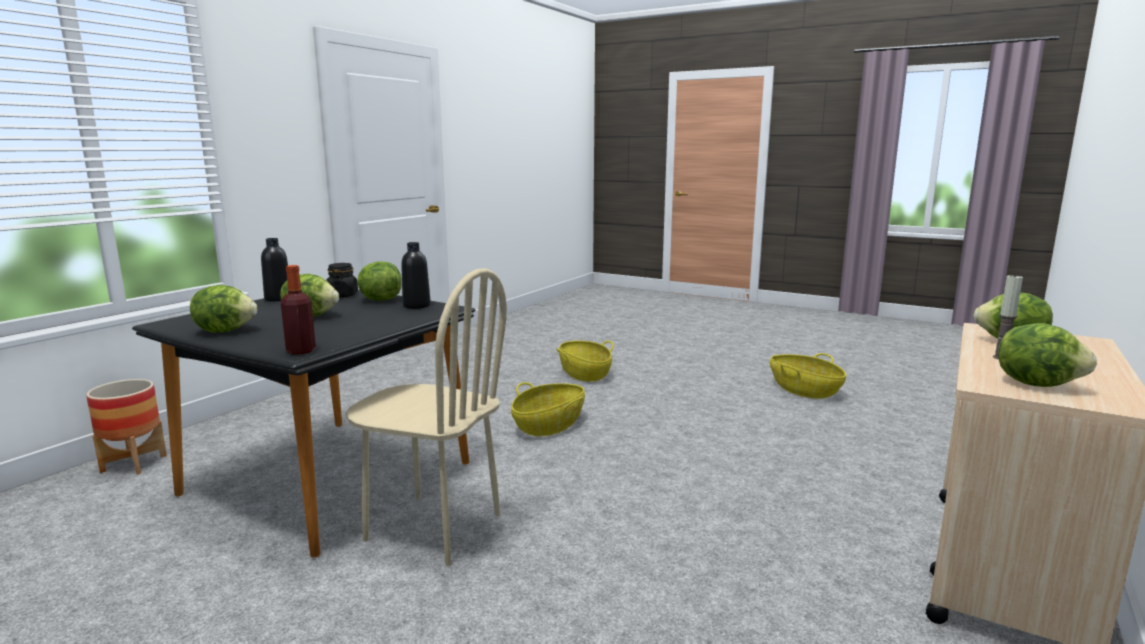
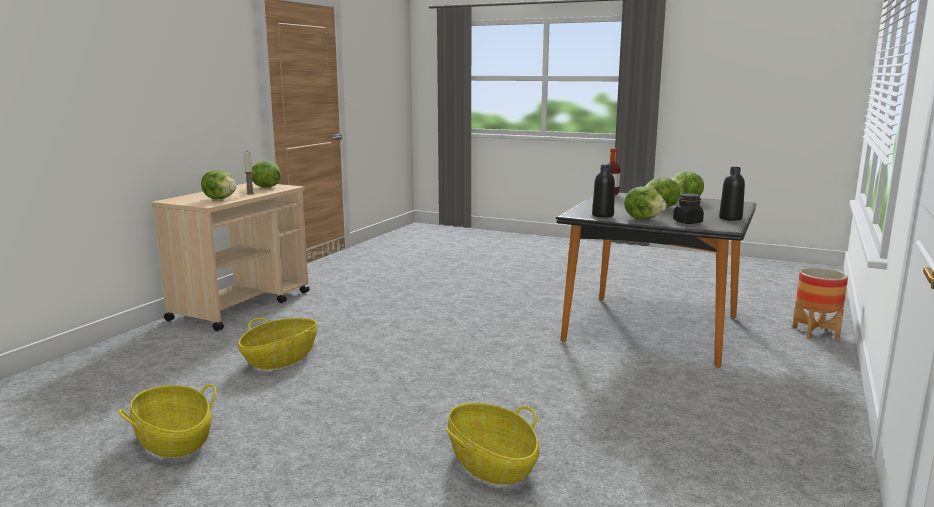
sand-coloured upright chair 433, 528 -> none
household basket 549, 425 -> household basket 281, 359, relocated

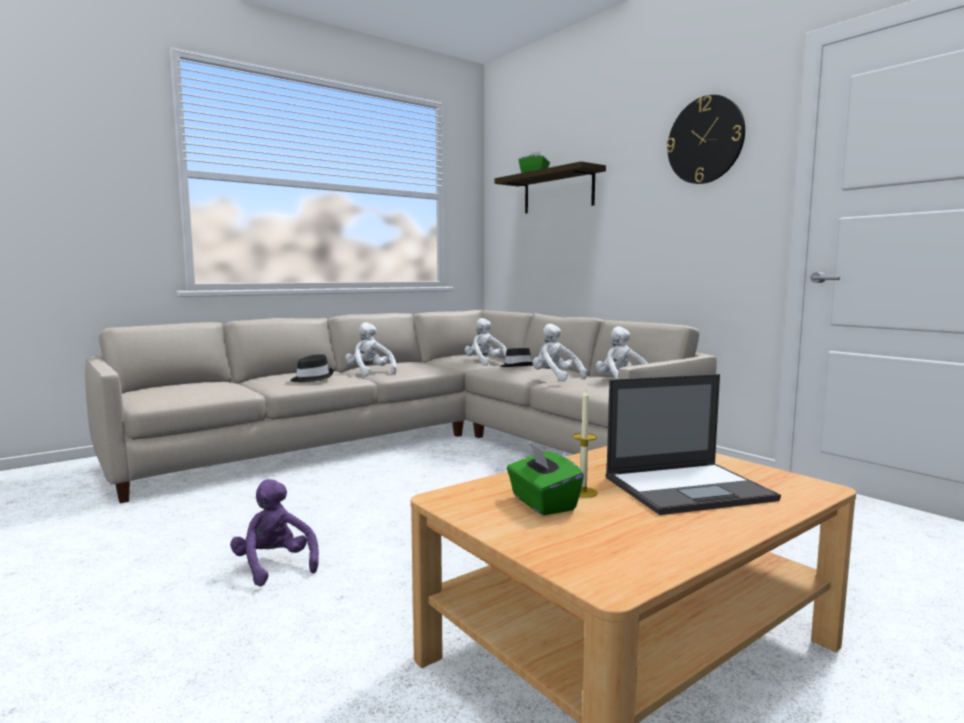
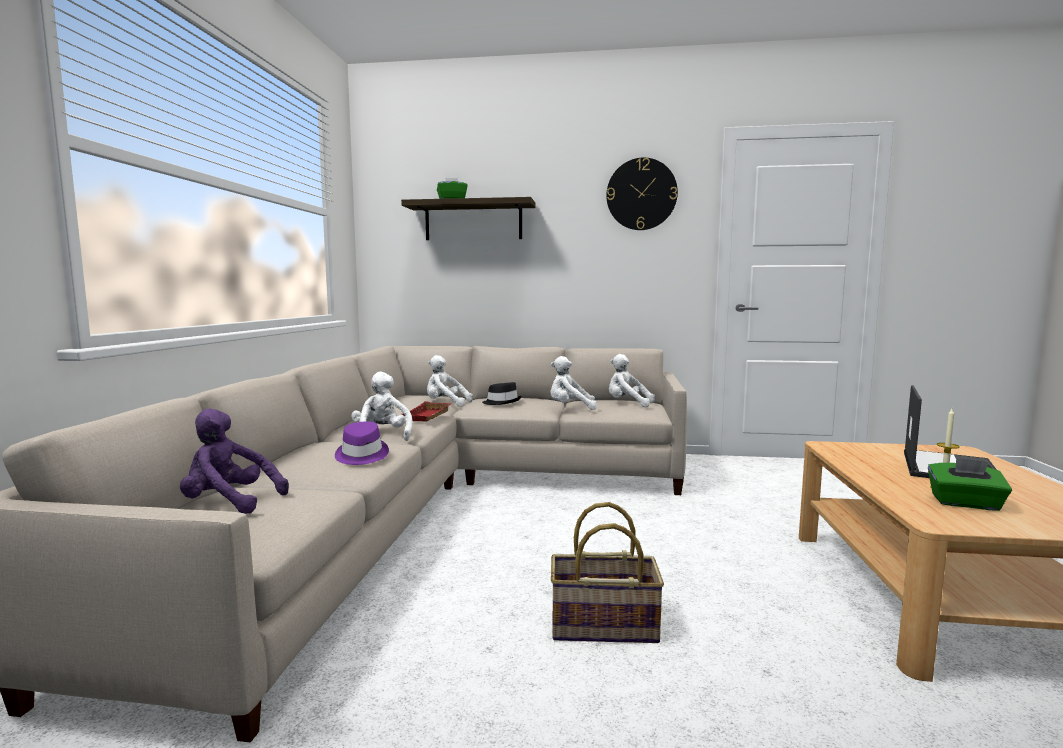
none -> red-coloured serving tray 428, 416
none -> household basket 603, 627
purple soft toy 275, 566 -> purple soft toy 229, 503, relocated
black clothing hat 311, 378 -> purple clothing hat 361, 455
whitish soft toy 370, 373 -> whitish soft toy 382, 436, 60 degrees clockwise

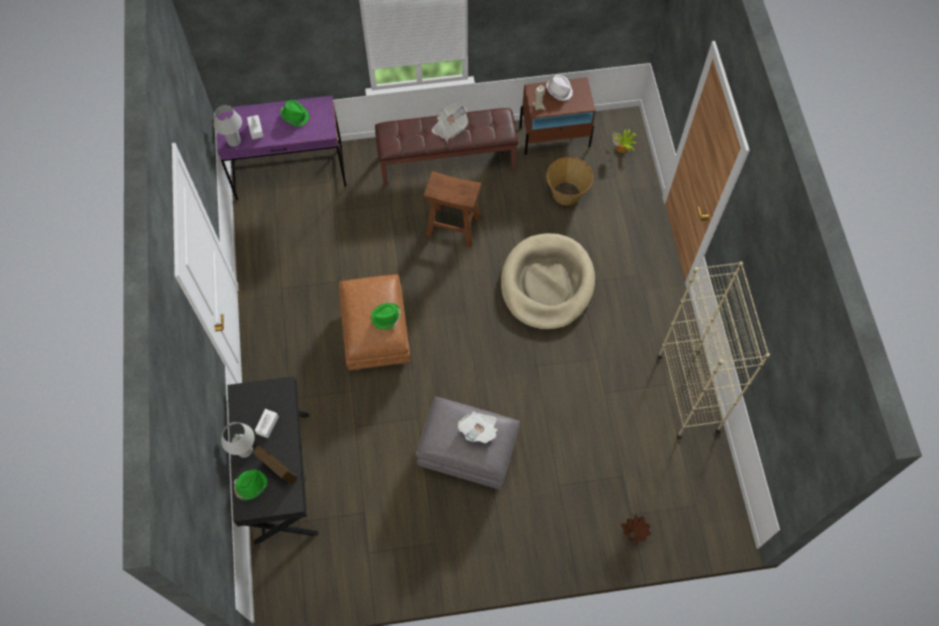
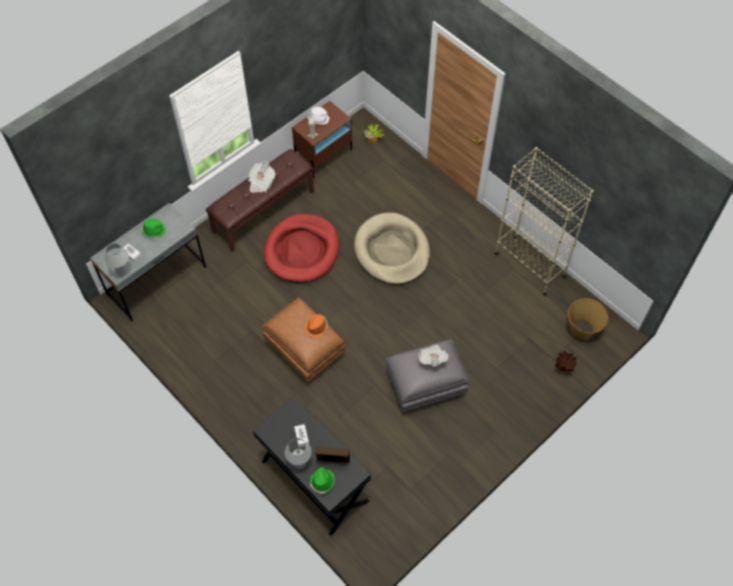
household basket 566, 194 -> household basket 582, 329, relocated
brown-coloured stool 454, 226 -> red-coloured dog cushion 302, 250
purple desk 290, 172 -> greyish desk 157, 281
green clothing hat 386, 317 -> orange clothing hat 316, 327

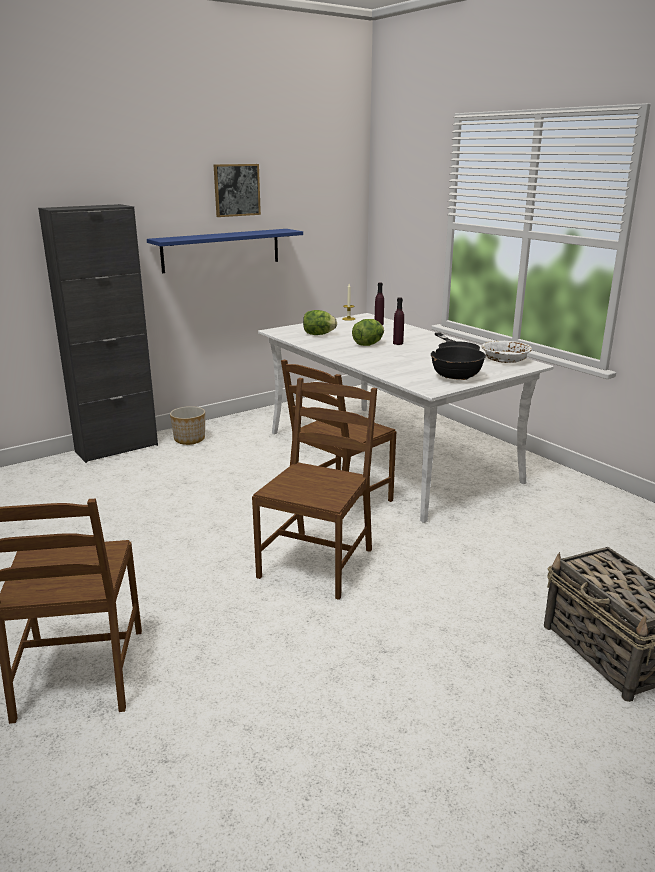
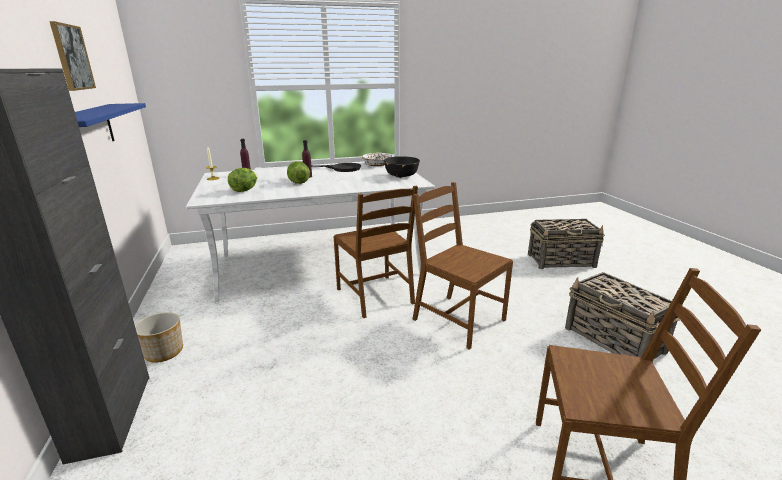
none -> household basket 614, 340

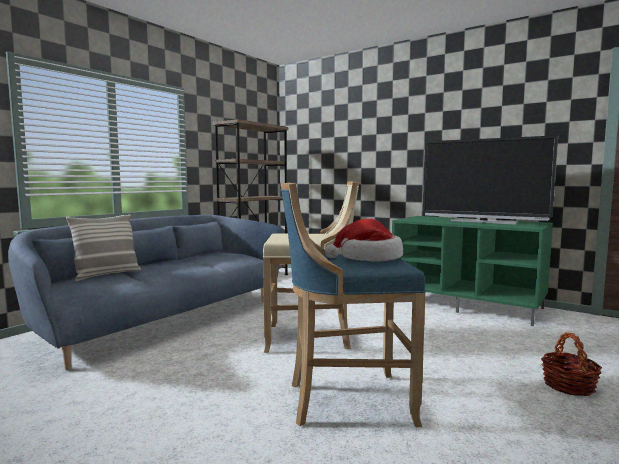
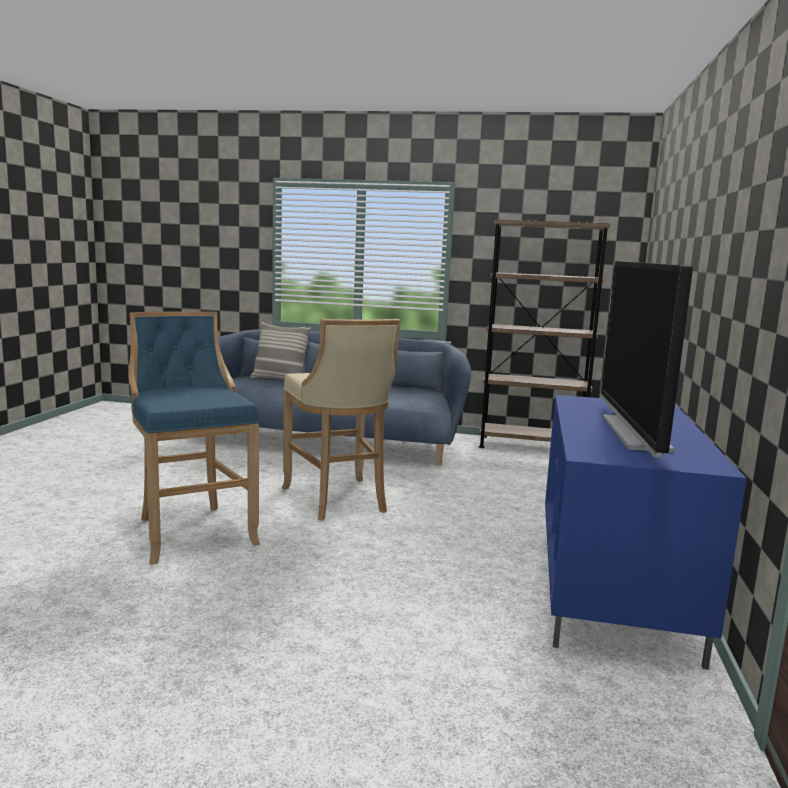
clothing hat 368, 258 -> none
household basket 568, 385 -> none
green tv stand 467, 304 -> blue tv stand 614, 587

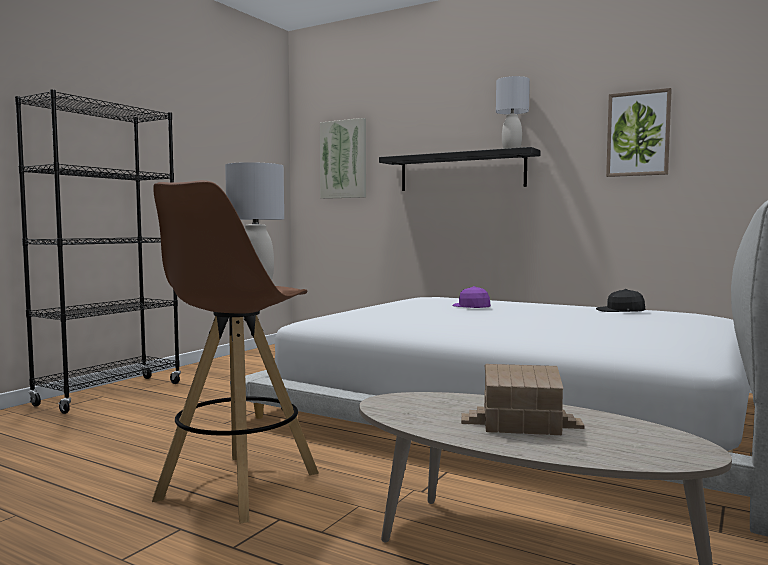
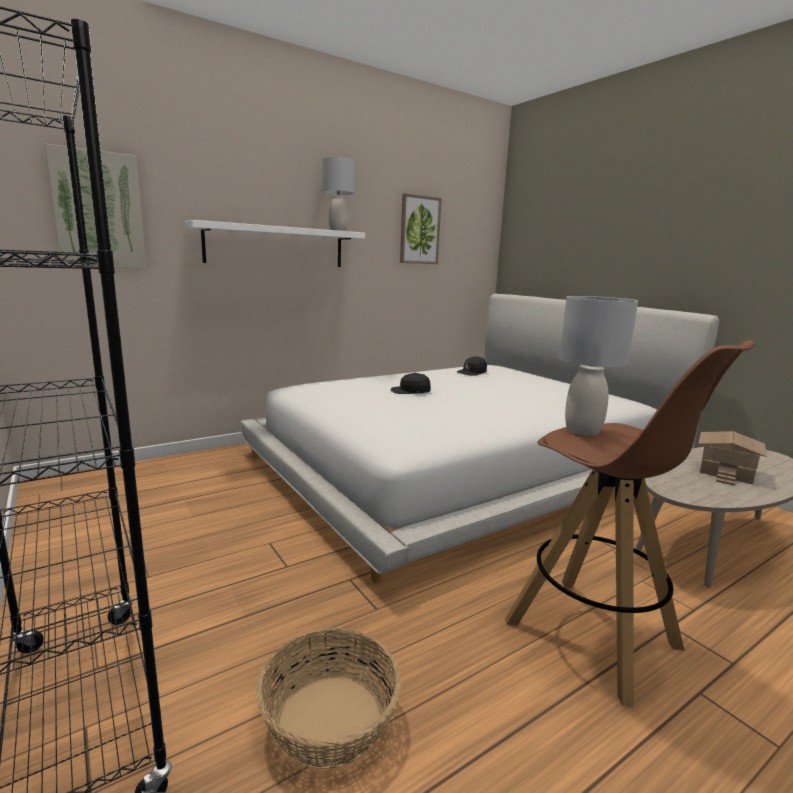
none -> household basket 328, 719
black wall shelf 461, 172 -> whitish wall shelf 276, 246
purple cap 471, 307 -> black cap 410, 391

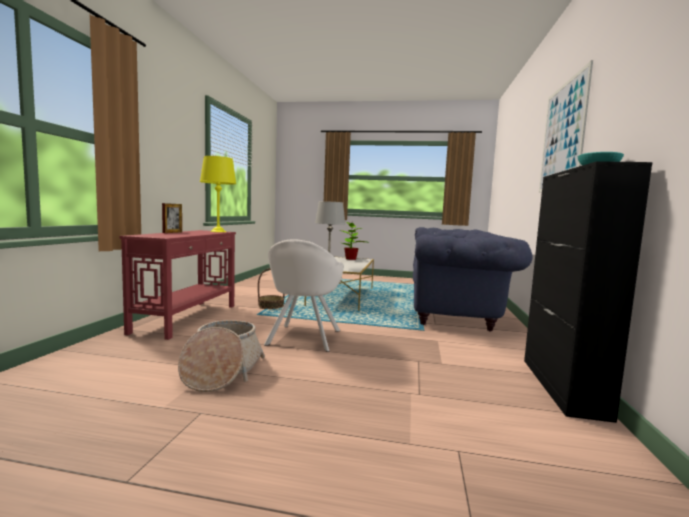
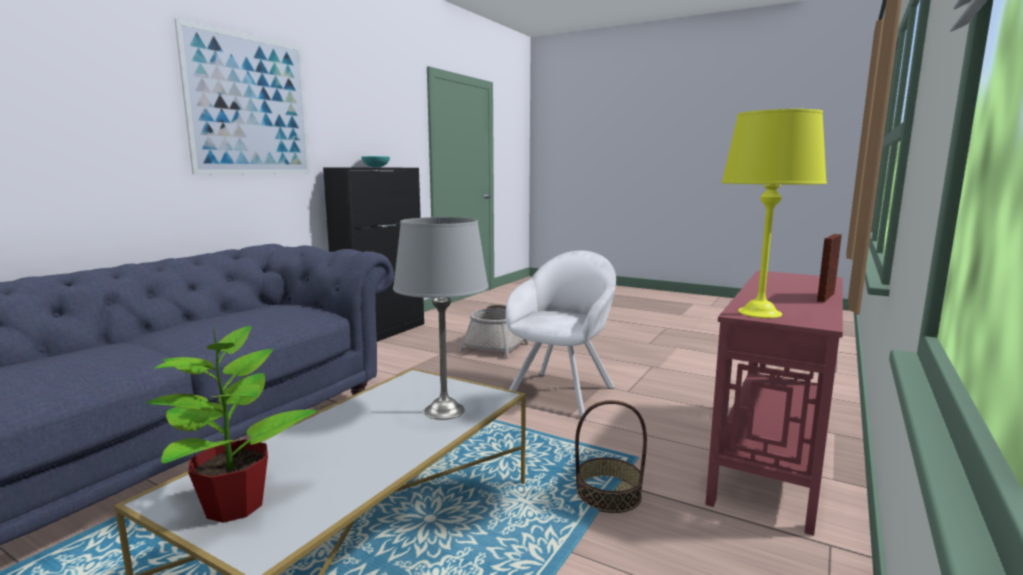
household basket 222, 371 -> household basket 499, 345, relocated

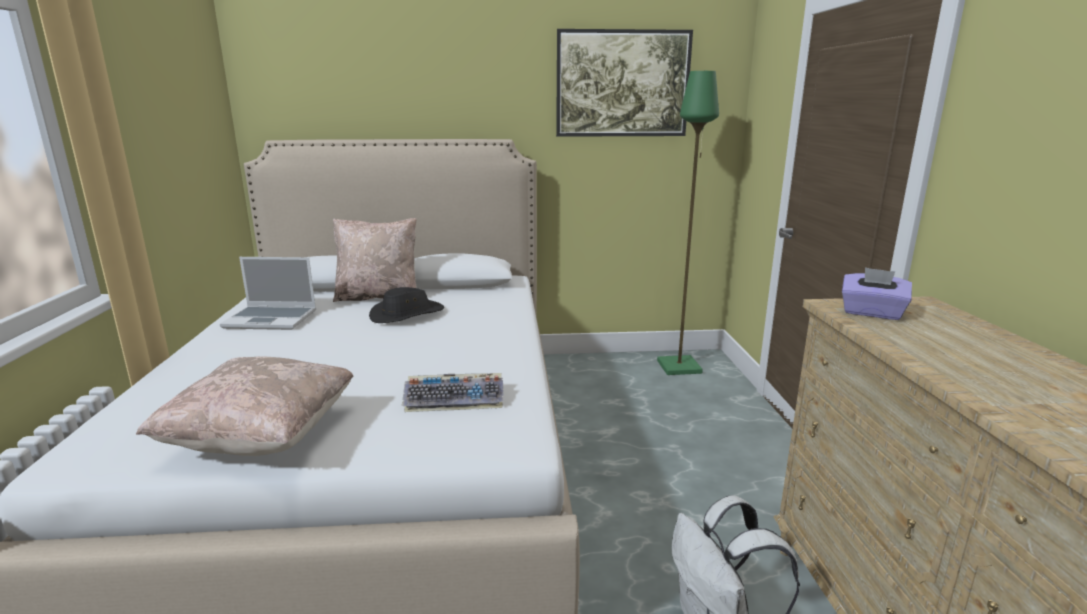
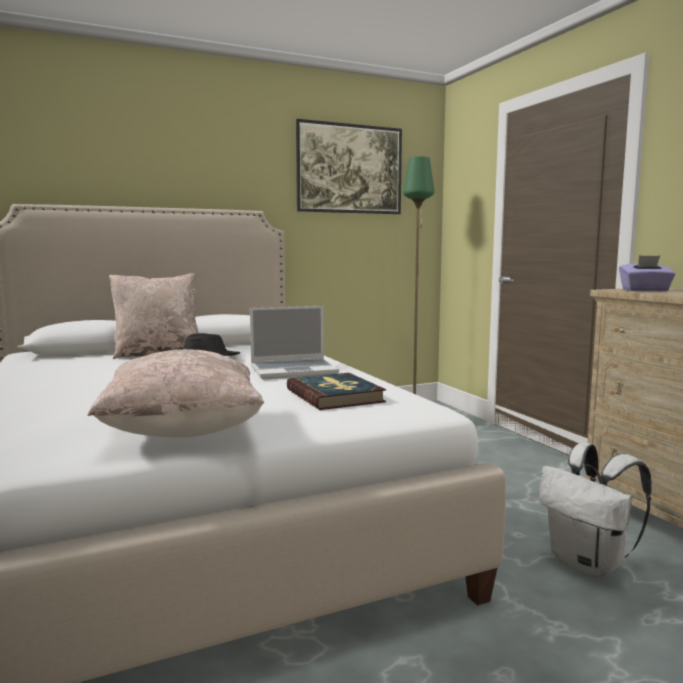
portable computer 272, 319 -> portable computer 294, 371, relocated
keyboard 456, 399 -> bound book 335, 396

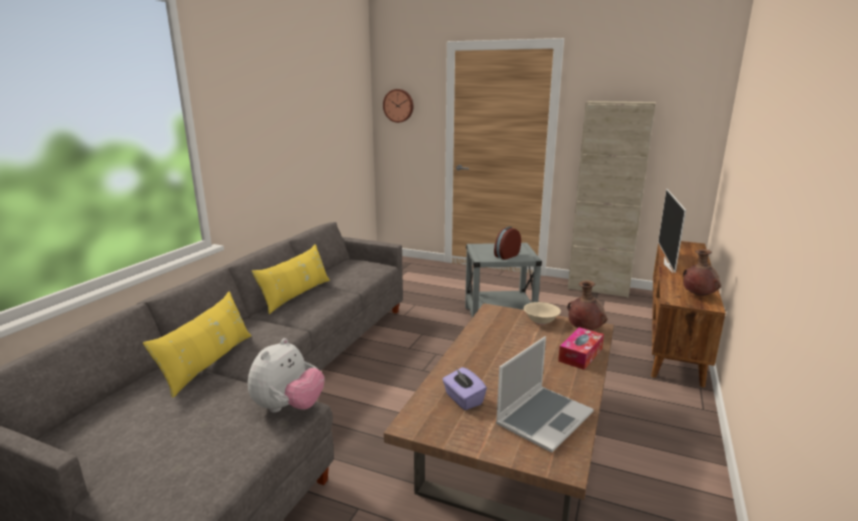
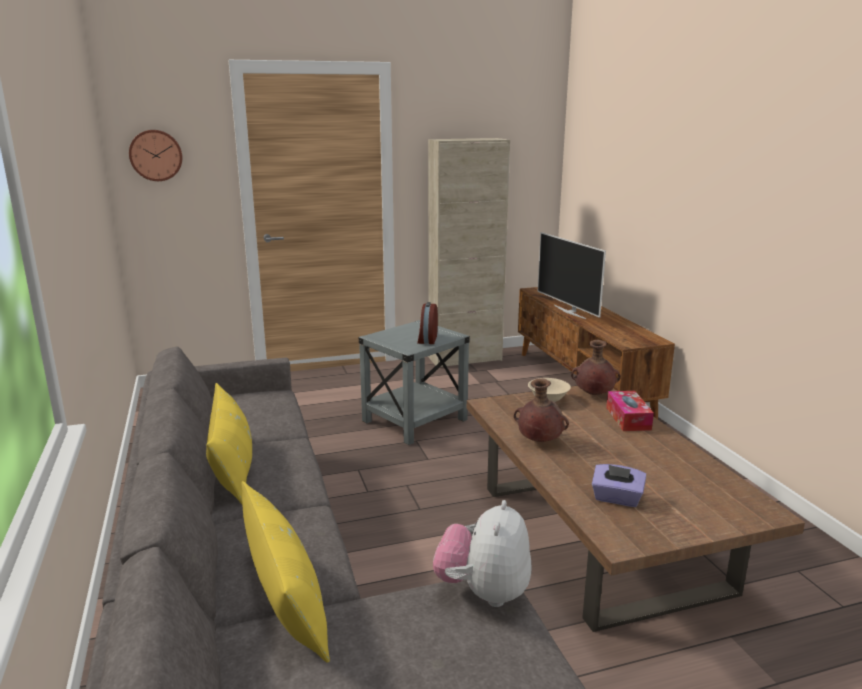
portable computer 544, 418 -> none
brown-coloured decorative vase 698, 295 -> brown-coloured decorative vase 539, 441, relocated
soft toy 288, 407 -> soft toy 484, 592, 150 degrees counterclockwise

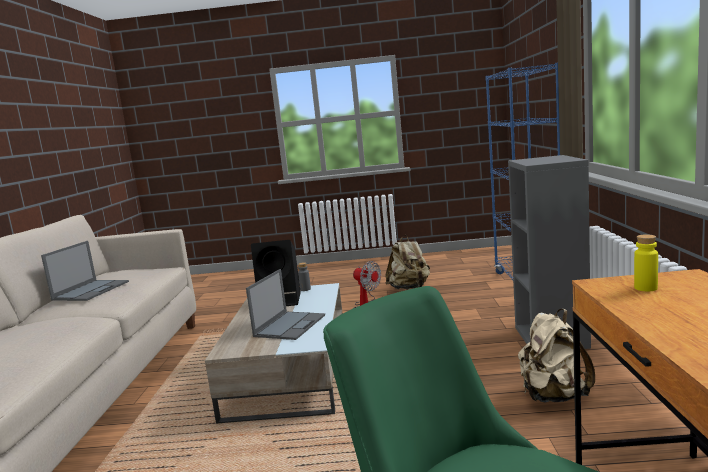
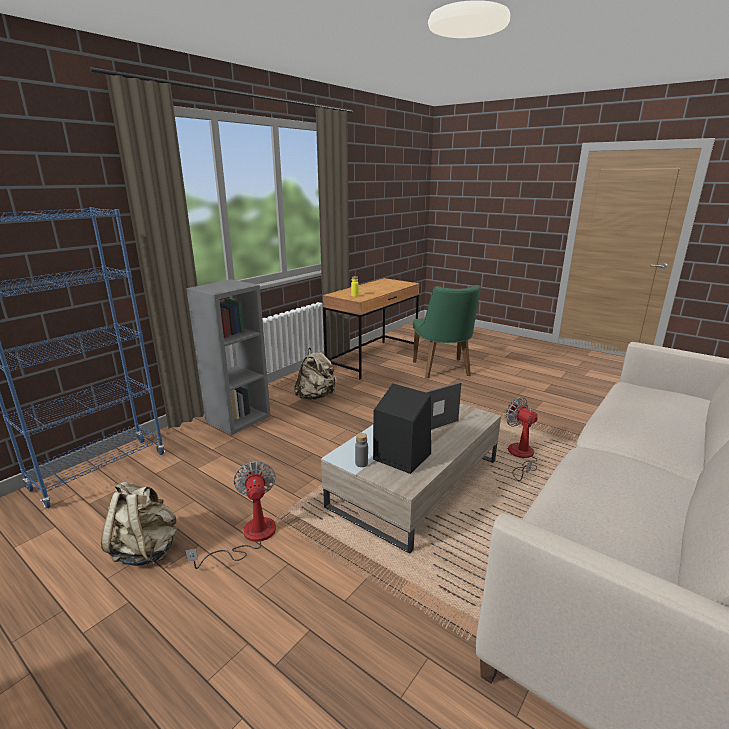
portable computer 91, 290 -> none
none -> electric fan 521, 457

